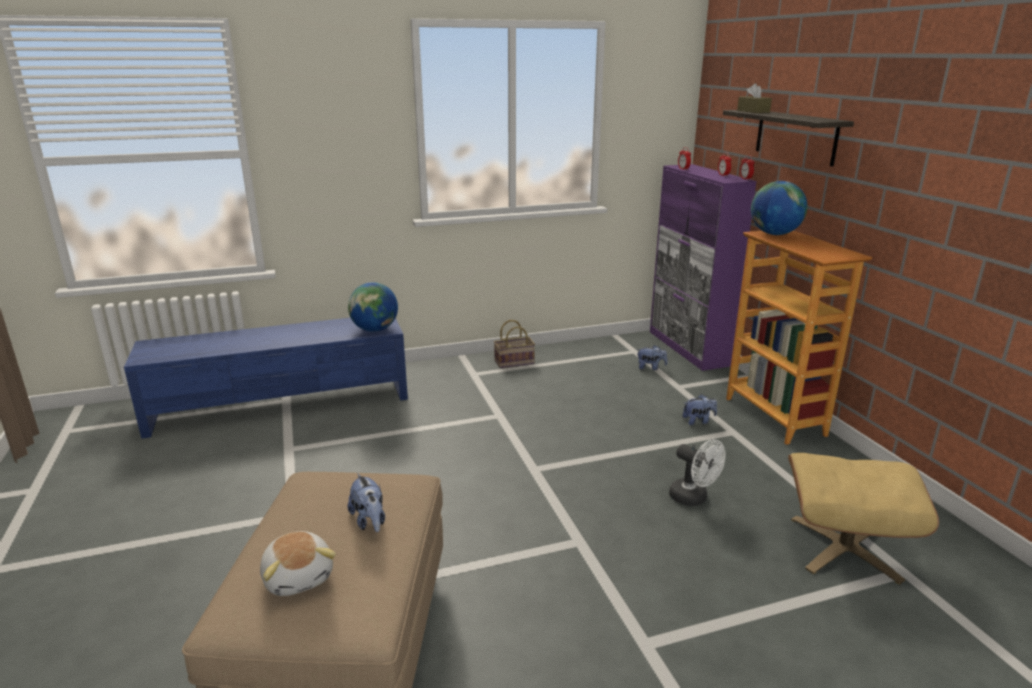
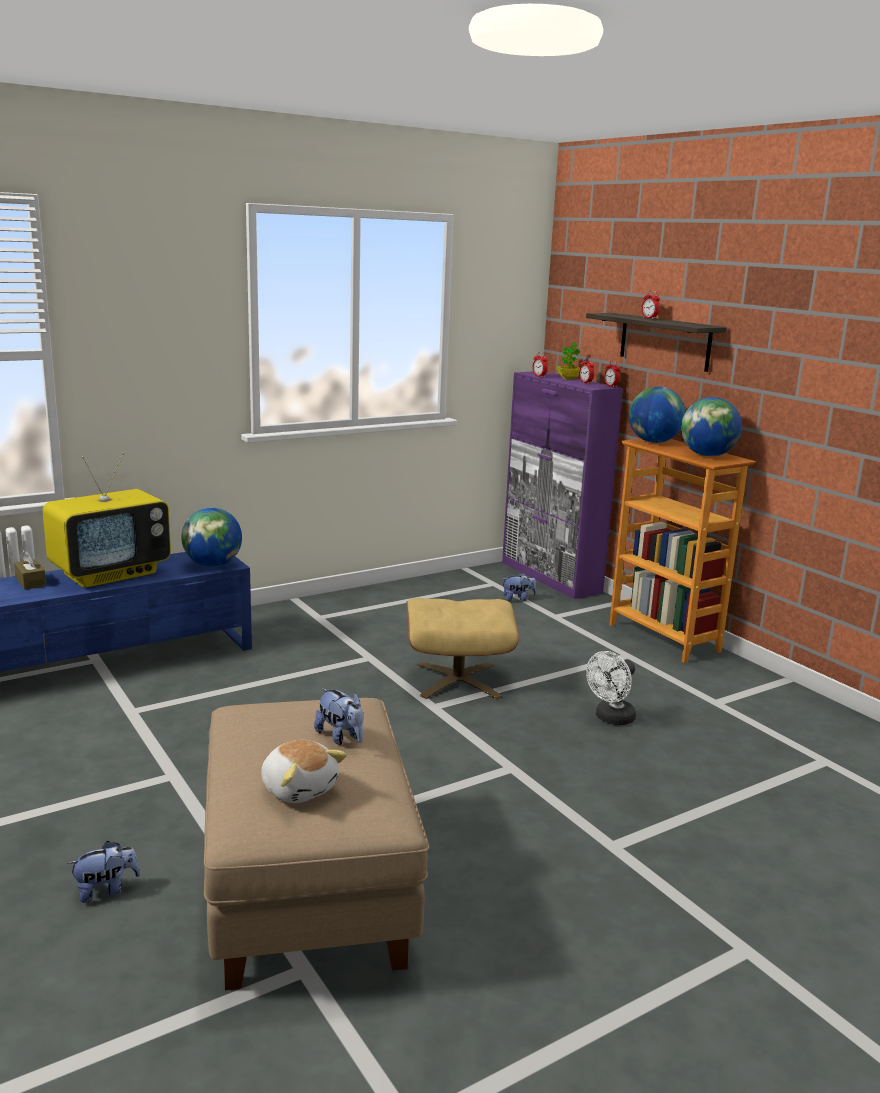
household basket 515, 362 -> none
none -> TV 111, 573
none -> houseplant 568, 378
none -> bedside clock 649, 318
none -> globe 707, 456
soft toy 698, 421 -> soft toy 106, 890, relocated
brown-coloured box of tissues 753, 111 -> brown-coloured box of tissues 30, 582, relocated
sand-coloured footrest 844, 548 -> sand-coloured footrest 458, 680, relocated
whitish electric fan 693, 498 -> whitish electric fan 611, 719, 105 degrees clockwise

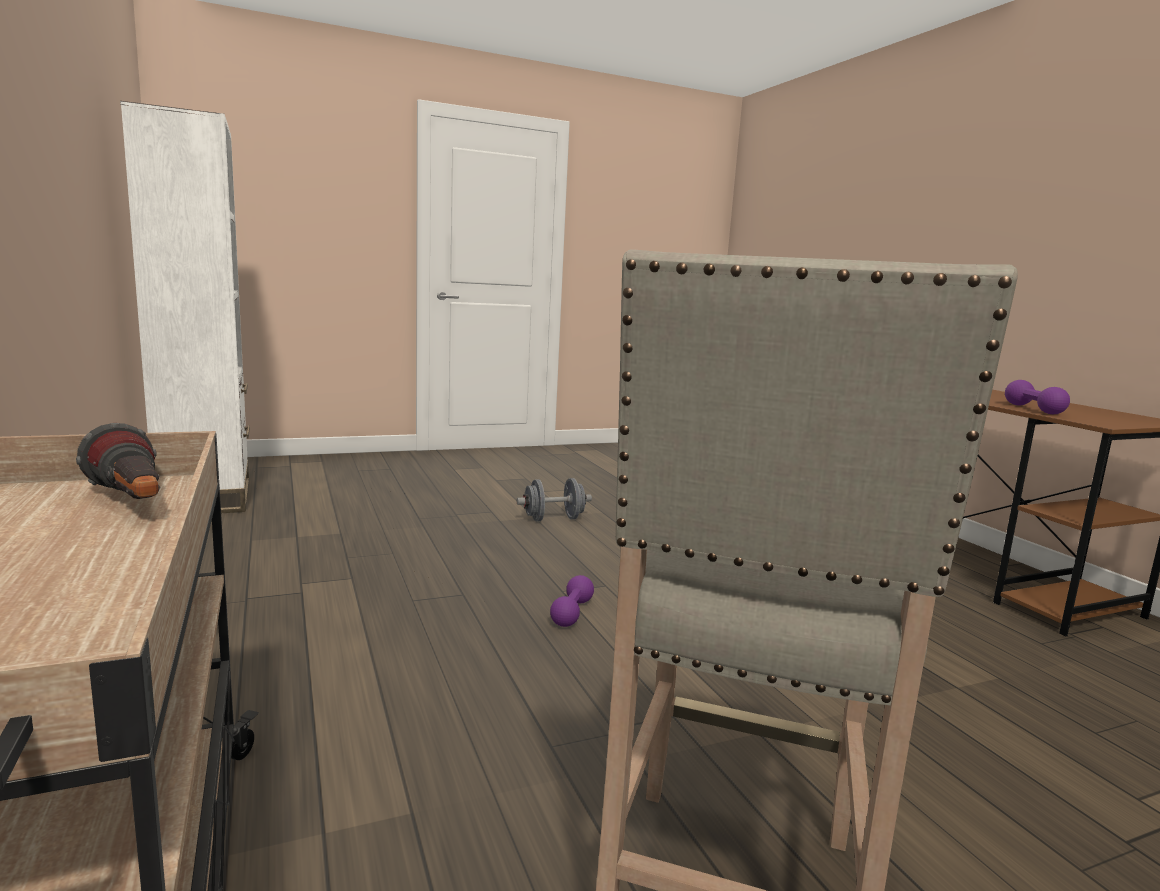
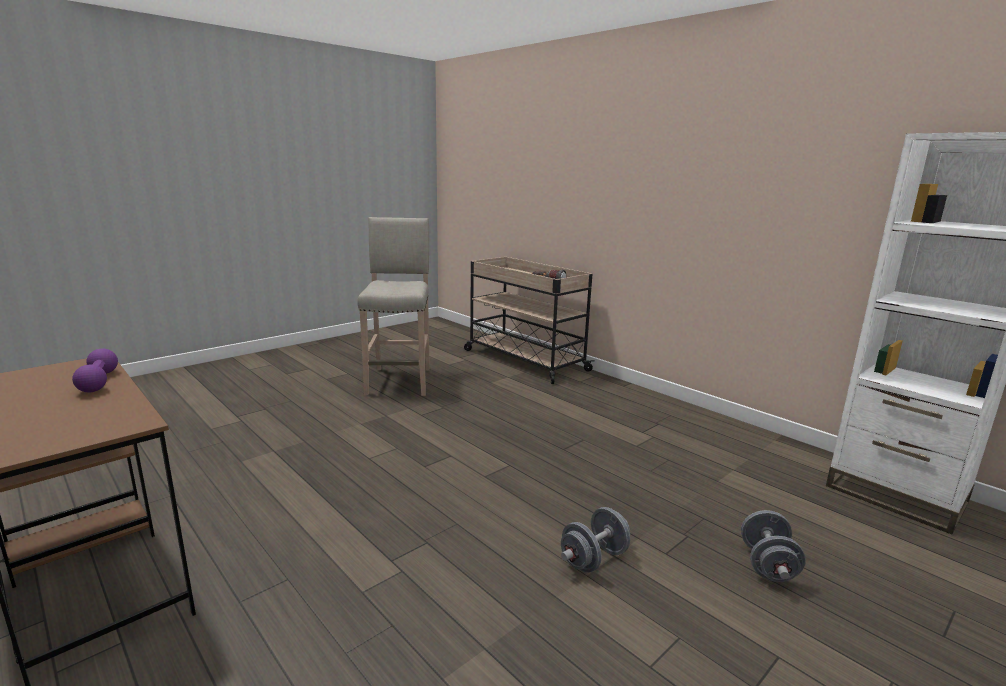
purple dumbbell 572, 613 -> none
none -> greyish dumbbell 767, 565

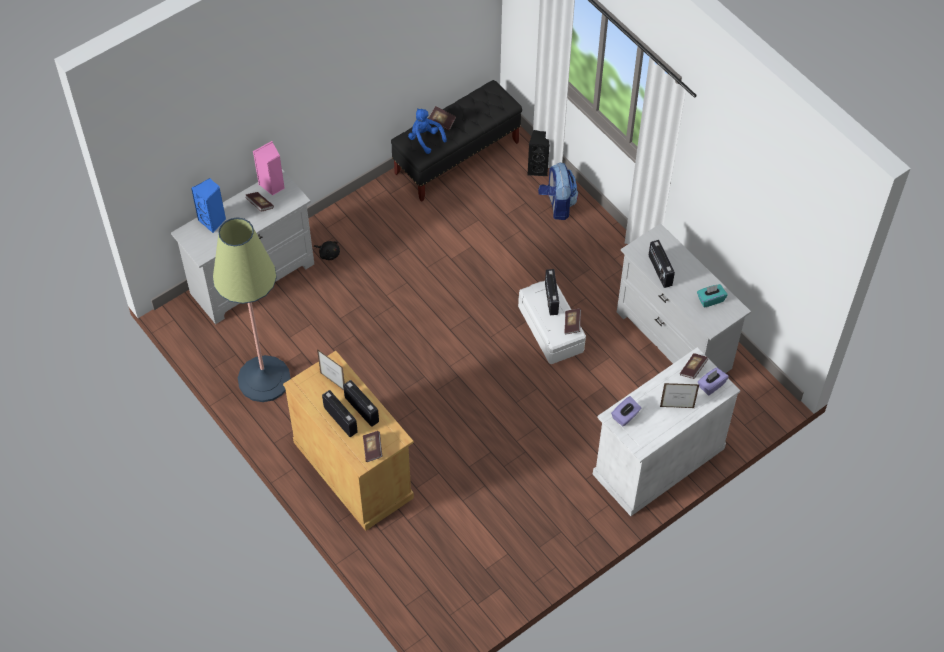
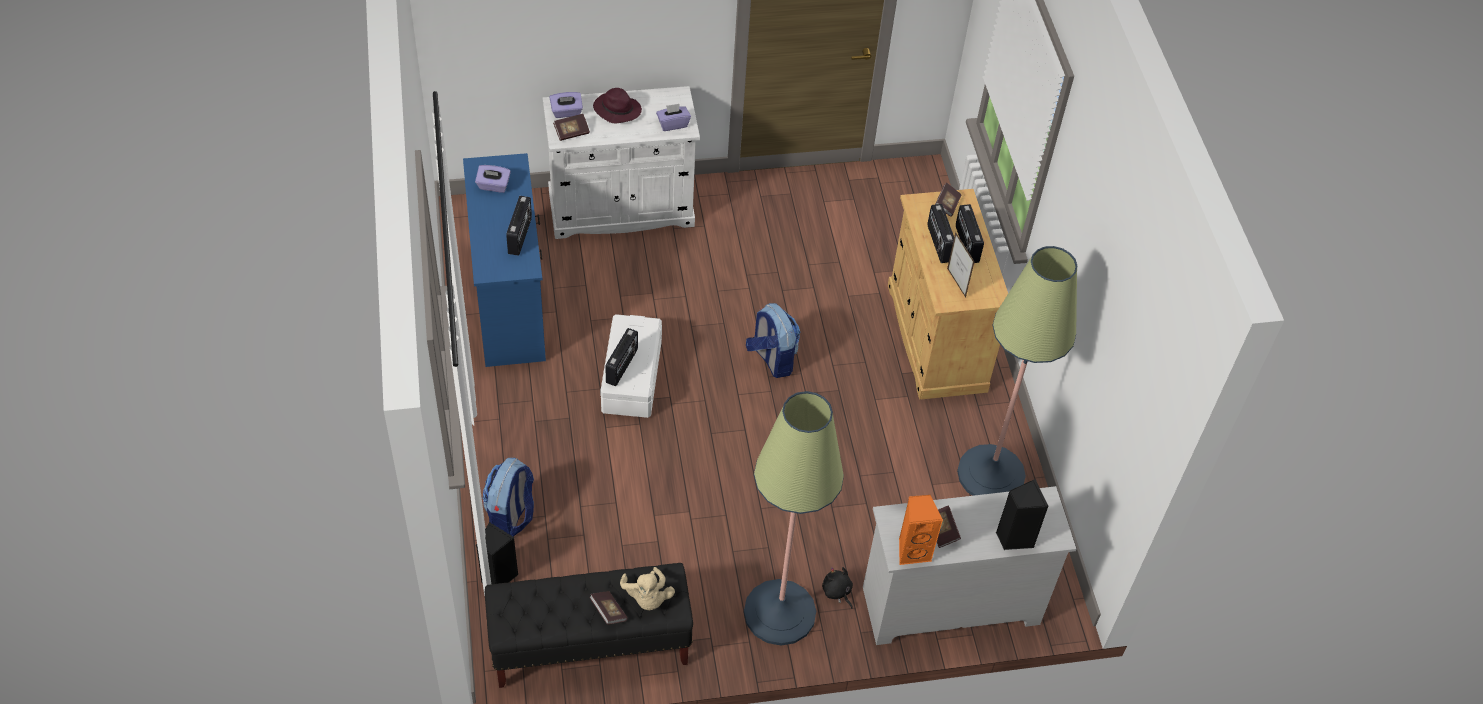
bound book 572, 324 -> none
none -> standing lamp 779, 613
none -> backpack 771, 359
picture frame 677, 407 -> purple clothing hat 616, 110
blue audio speaker 213, 221 -> black audio speaker 1013, 537
pink-coloured audio speaker 272, 185 -> orange audio speaker 913, 551
blue soft toy 425, 139 -> sand-coloured soft toy 647, 598
whitish dresser 674, 340 -> blue dresser 509, 304
turquoise box of tissues 710, 299 -> purple box of tissues 493, 186

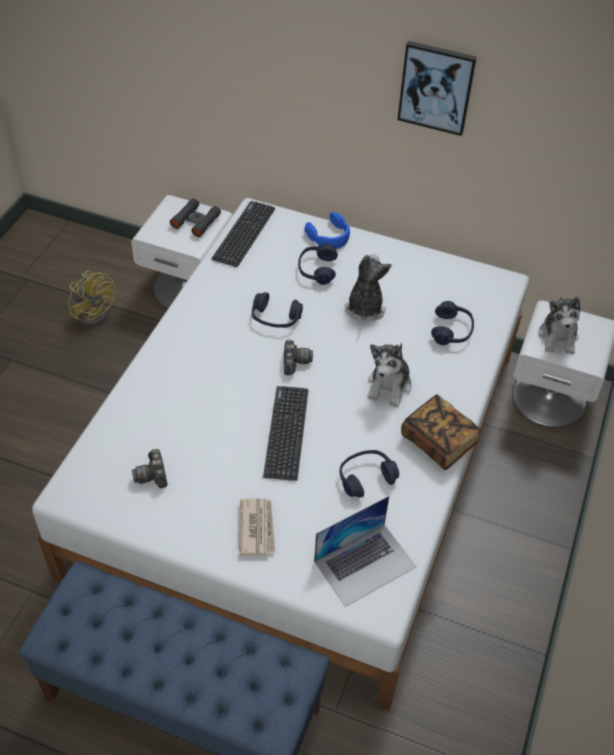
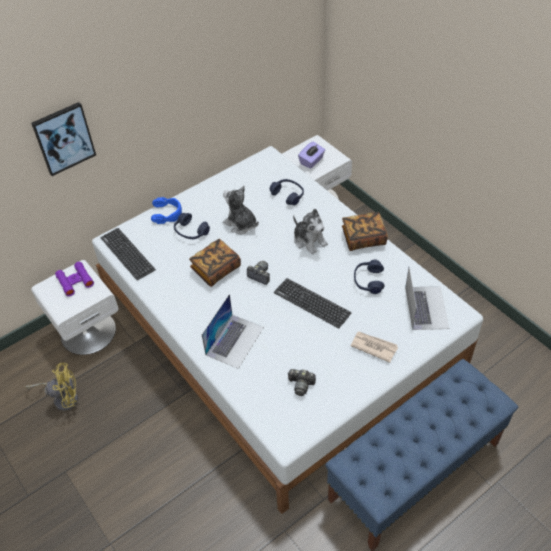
none -> portable computer 235, 340
picture 436, 87 -> picture 64, 138, relocated
blue headset 275, 318 -> bound book 216, 269
soft toy 558, 337 -> purple box of tissues 311, 161
black field glasses 196, 221 -> purple field glasses 75, 281

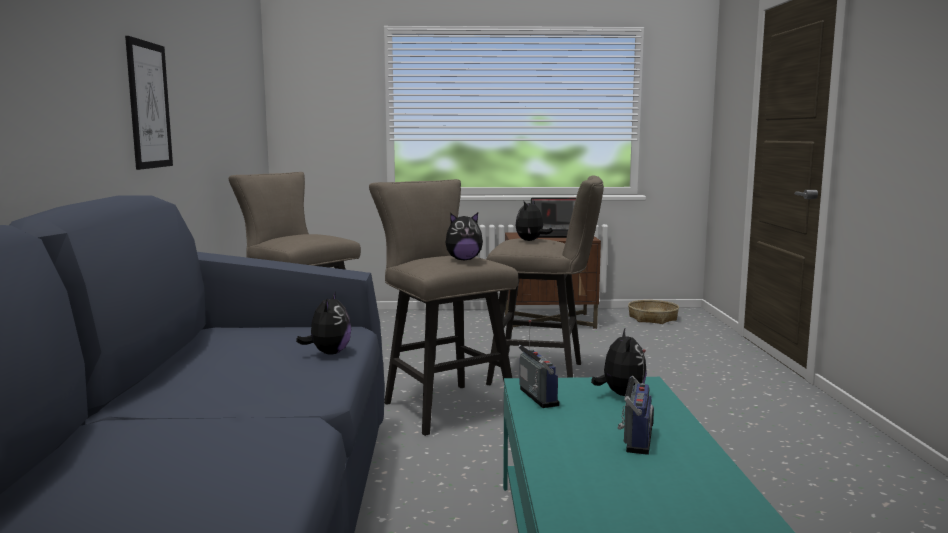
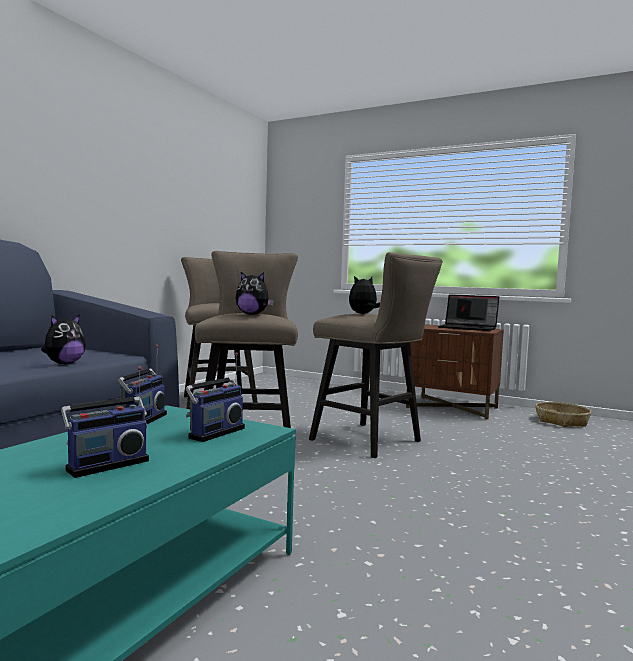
picture 149, 105 -> none
soft toy 620, 394 -> radio receiver 214, 432

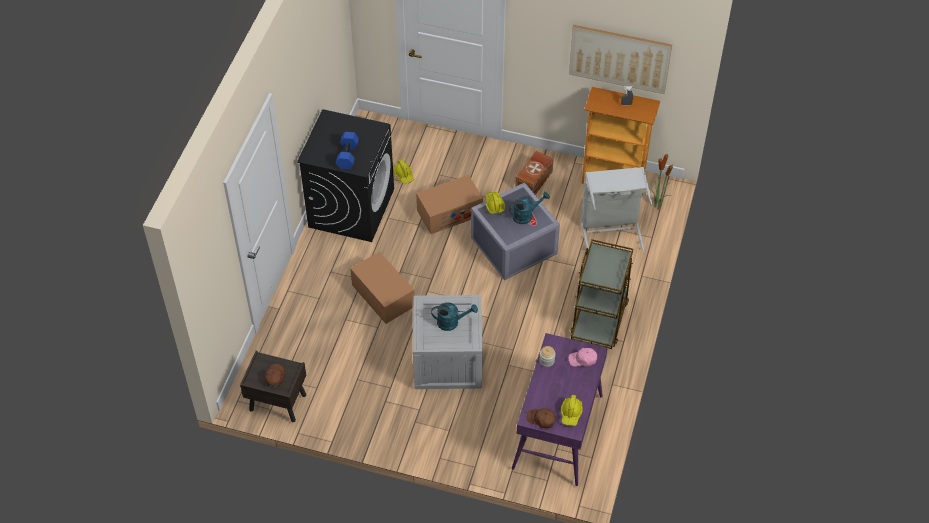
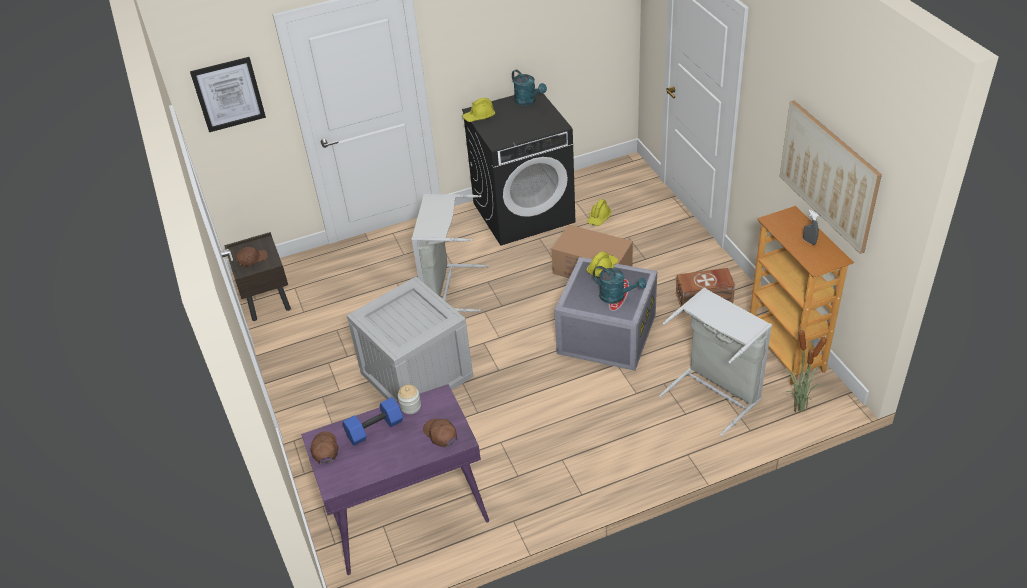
brown-coloured cart 599, 319 -> none
none -> picture 228, 94
blue dumbbell 348, 156 -> blue dumbbell 374, 430, relocated
turquoise sprinkling can 452, 322 -> turquoise sprinkling can 528, 101, relocated
yellow hard hat 571, 413 -> yellow hard hat 479, 117, relocated
carton 383, 295 -> greyish laundry basket 448, 288
pink-coloured cap 583, 359 -> brown-coloured cap 440, 434

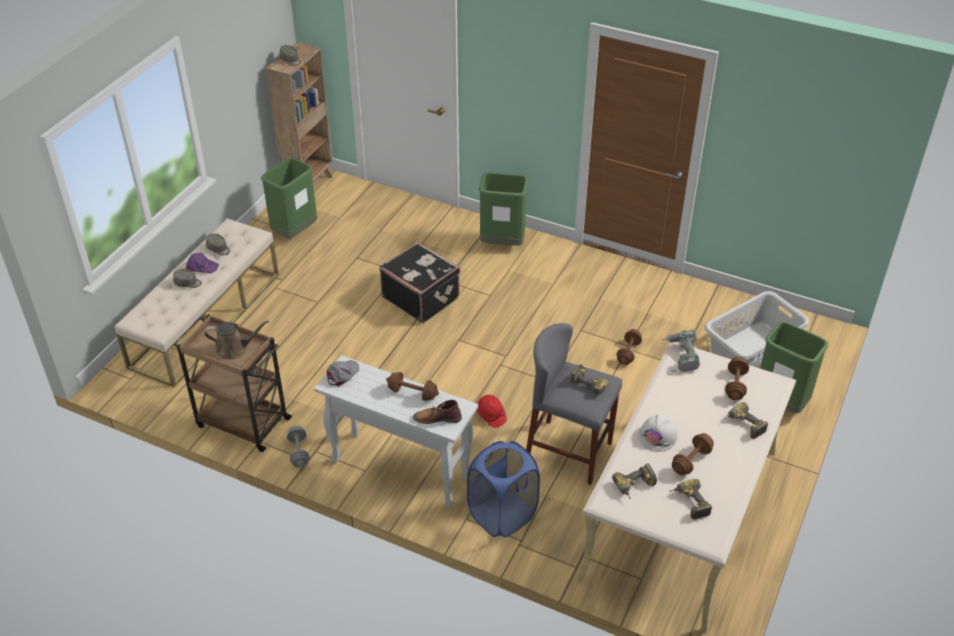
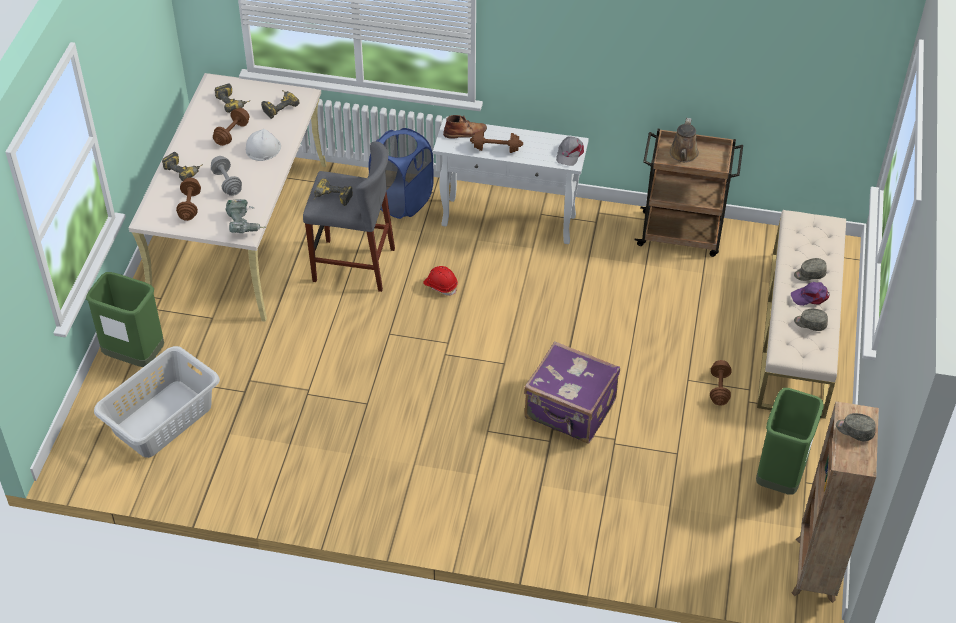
green rubbish bin 502, 243 -> none
greyish dumbbell 299, 452 -> greyish dumbbell 227, 183, relocated
brown-coloured dumbbell 628, 353 -> brown-coloured dumbbell 719, 389, relocated
black suitcase 421, 297 -> purple suitcase 570, 411
brown-coloured sprinkling can 234, 349 -> brown-coloured sprinkling can 683, 155, 60 degrees counterclockwise

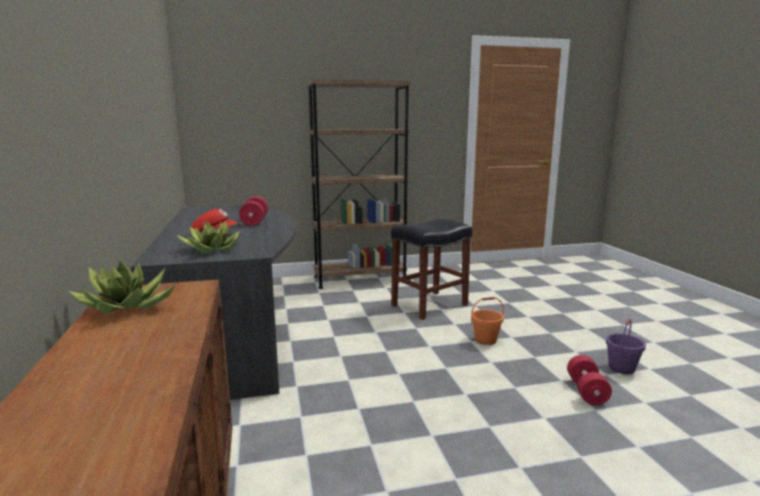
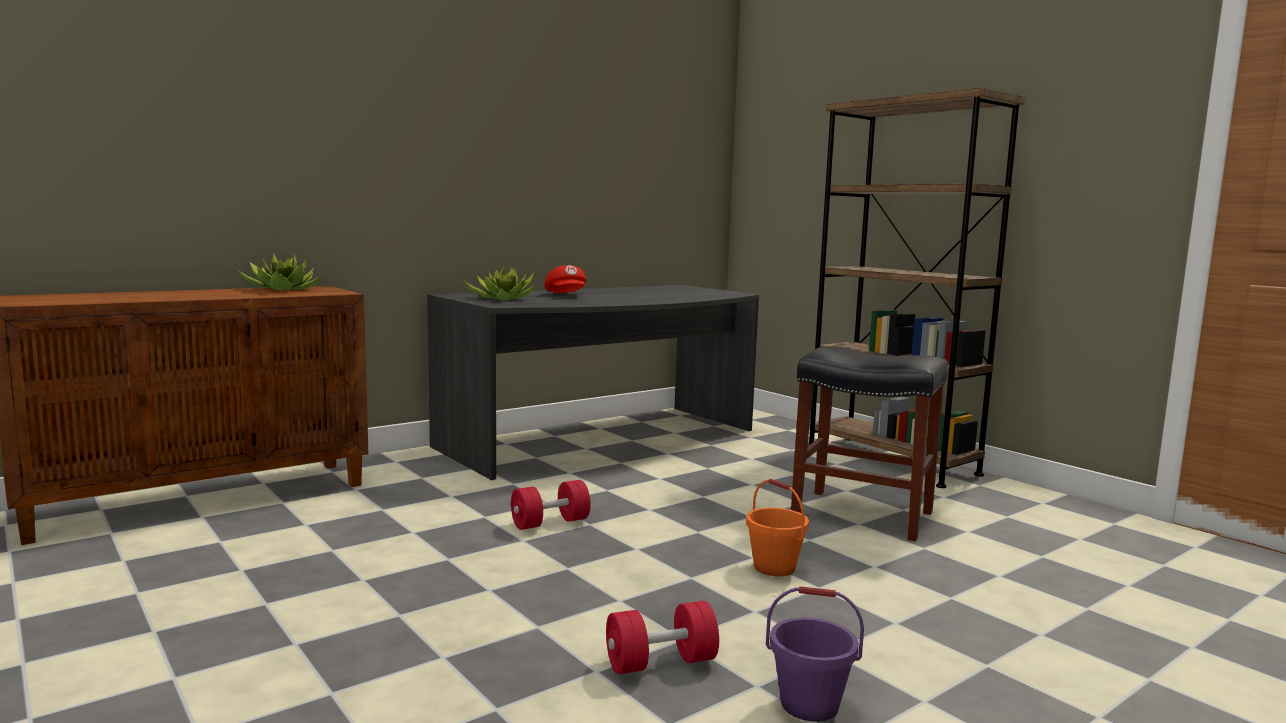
red-coloured dumbbell 254, 221 -> red-coloured dumbbell 550, 523, relocated

